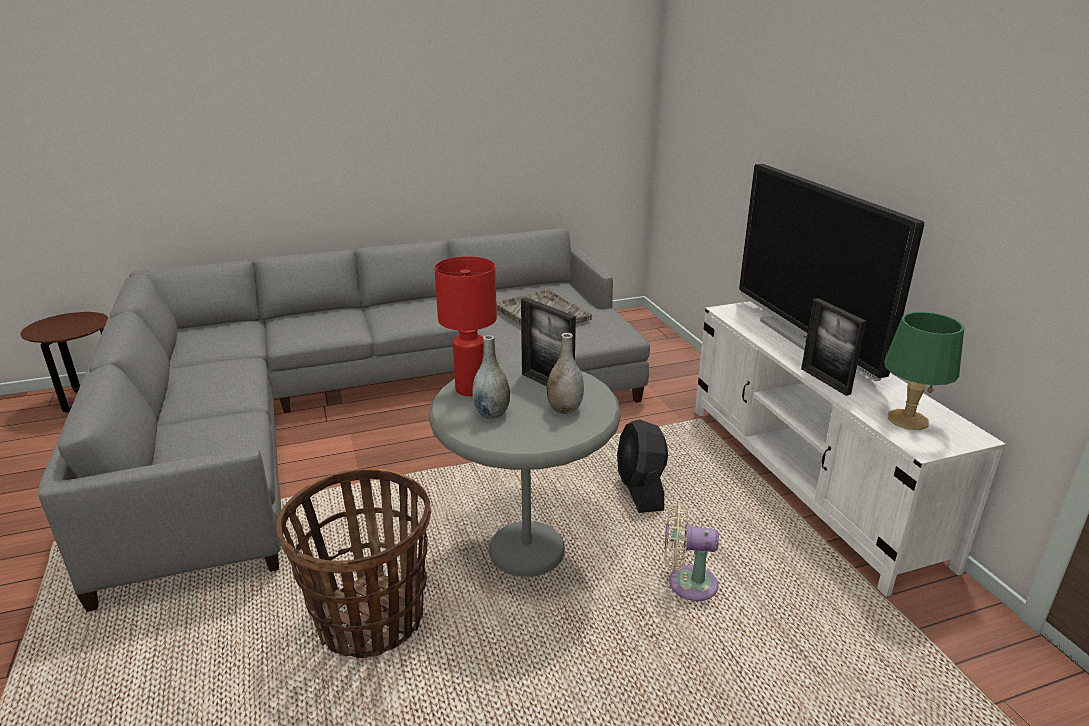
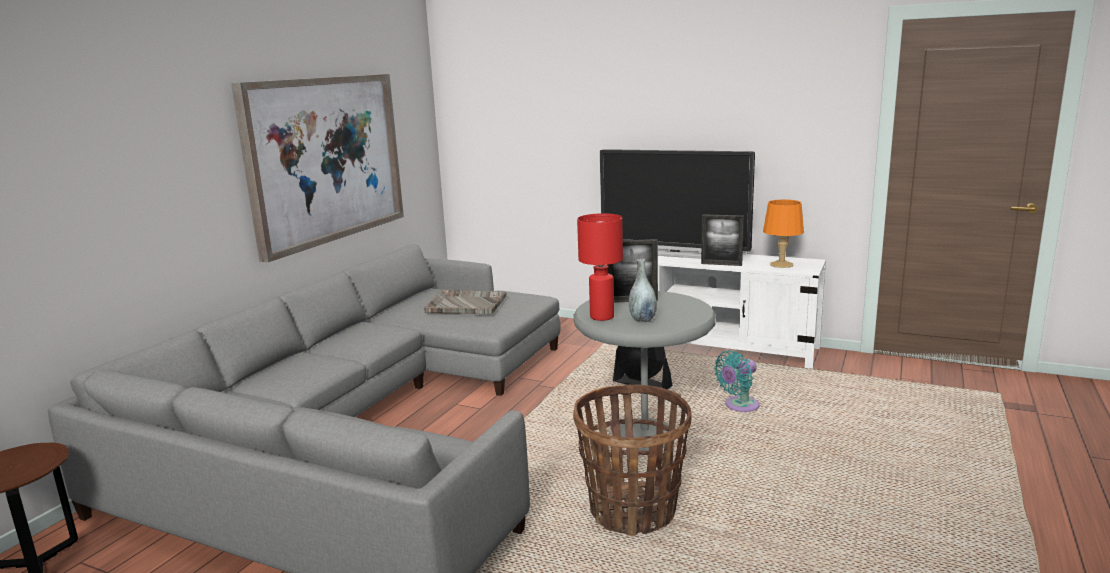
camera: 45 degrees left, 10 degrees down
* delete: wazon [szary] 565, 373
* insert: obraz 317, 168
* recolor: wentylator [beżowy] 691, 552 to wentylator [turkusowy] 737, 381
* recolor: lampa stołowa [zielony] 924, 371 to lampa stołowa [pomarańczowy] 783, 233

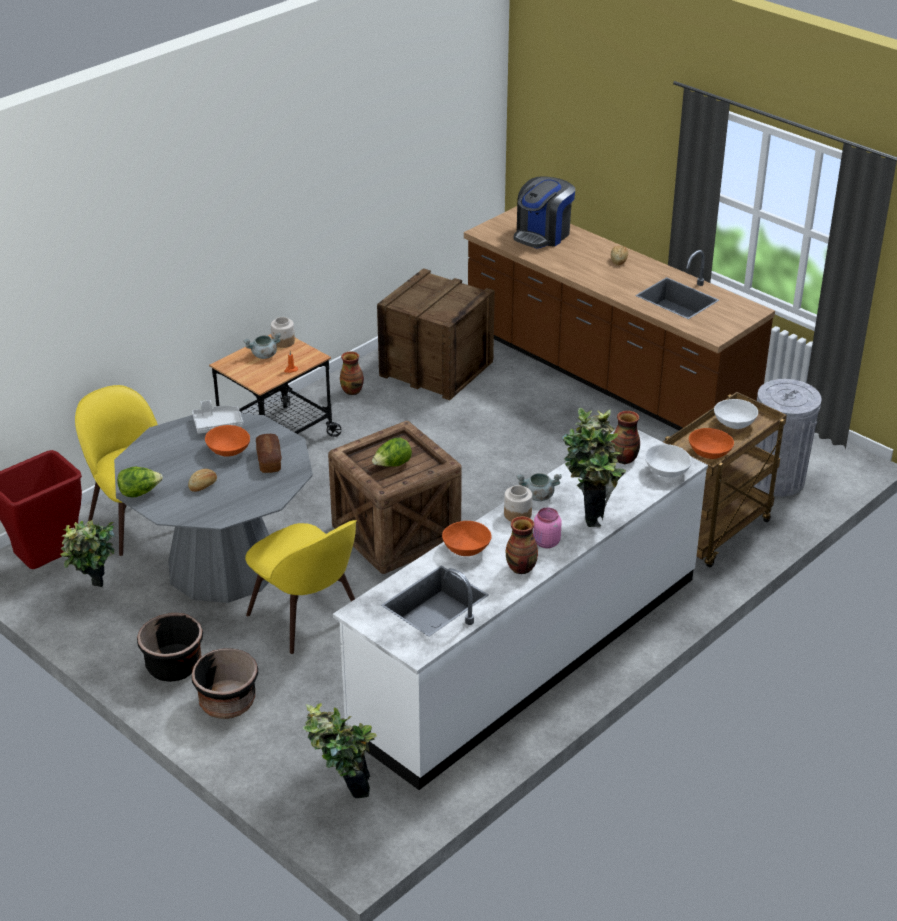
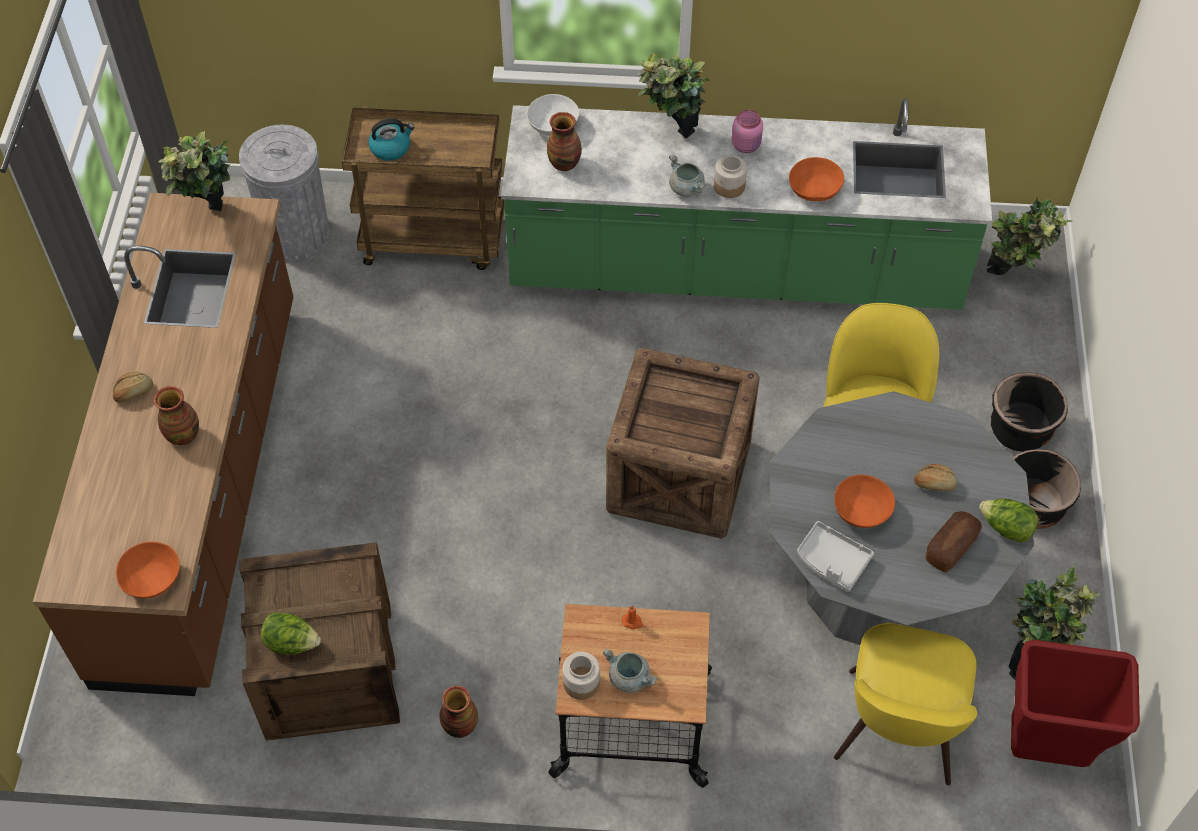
camera: 130 degrees left, 20 degrees up
* delete: ekspres do kawy 544, 212
* insert: roślina doniczkowa 194, 171
* move: chleb 269, 453 to 953, 541
* move: sałata 392, 452 to 291, 633
* move: wazon 522, 545 to 176, 415
* move: miska [pomarańczowy] 711, 443 to 148, 570
* replace: miska [biały] 736, 414 to czajnik 391, 139
* recolor: zabudowa kuchenna [biały] 520, 610 to zabudowa kuchenna [zielony] 746, 204

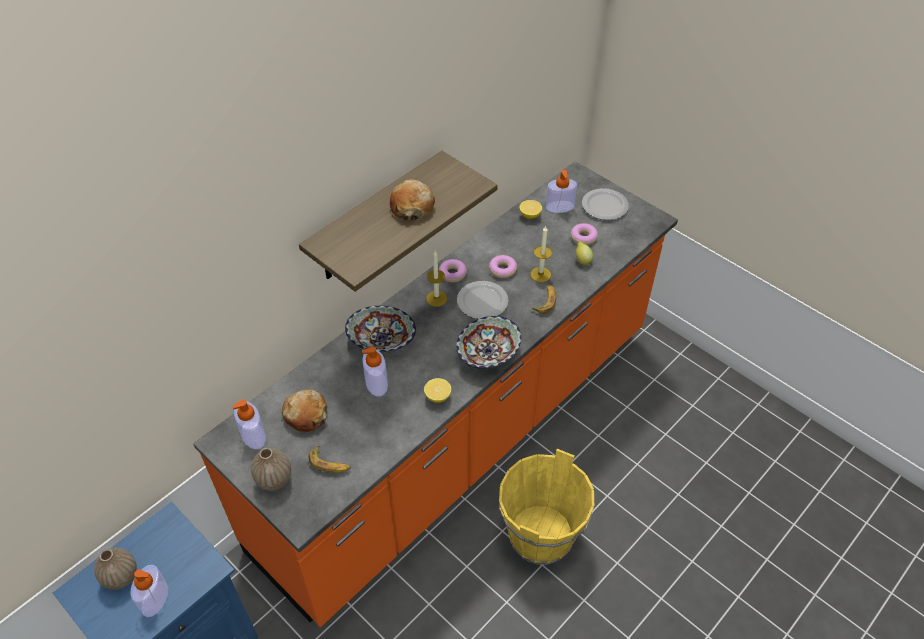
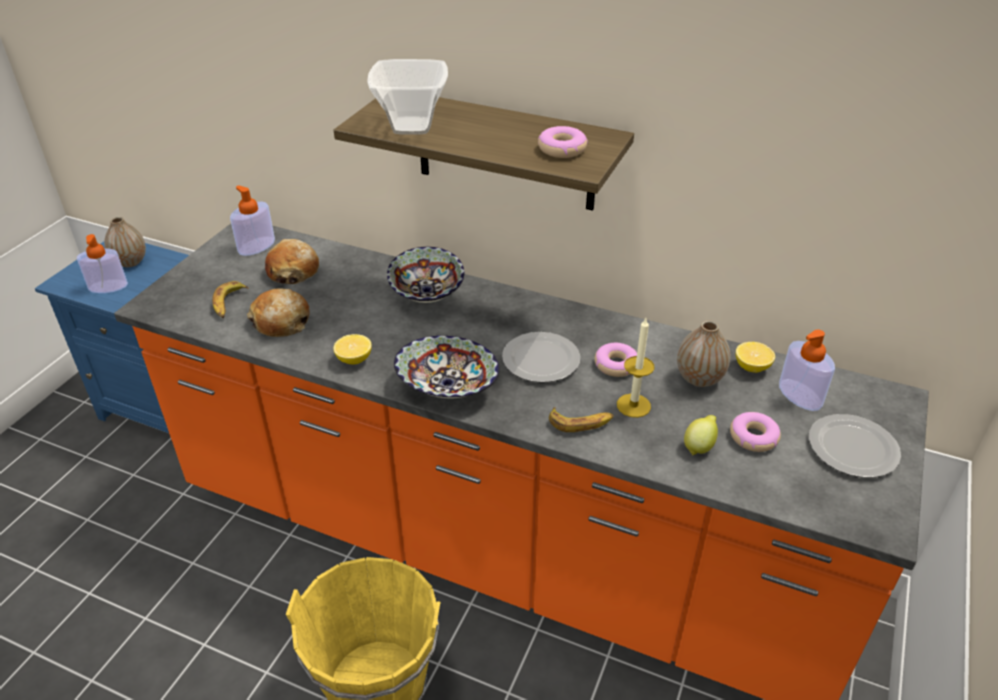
camera: 70 degrees right, 10 degrees down
* delete: dozownik mydła 375, 371
* delete: świeca 436, 278
* insert: miska 407, 97
* move: wazon 271, 469 to 704, 354
* move: chleb 412, 200 to 278, 312
* move: donut 453, 271 to 563, 142

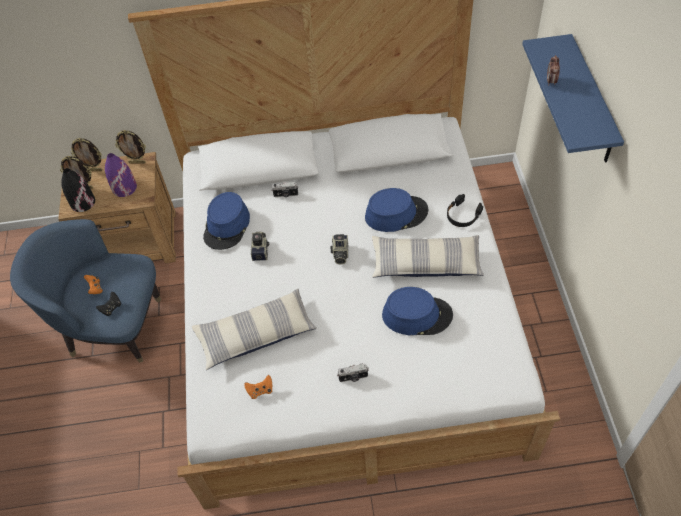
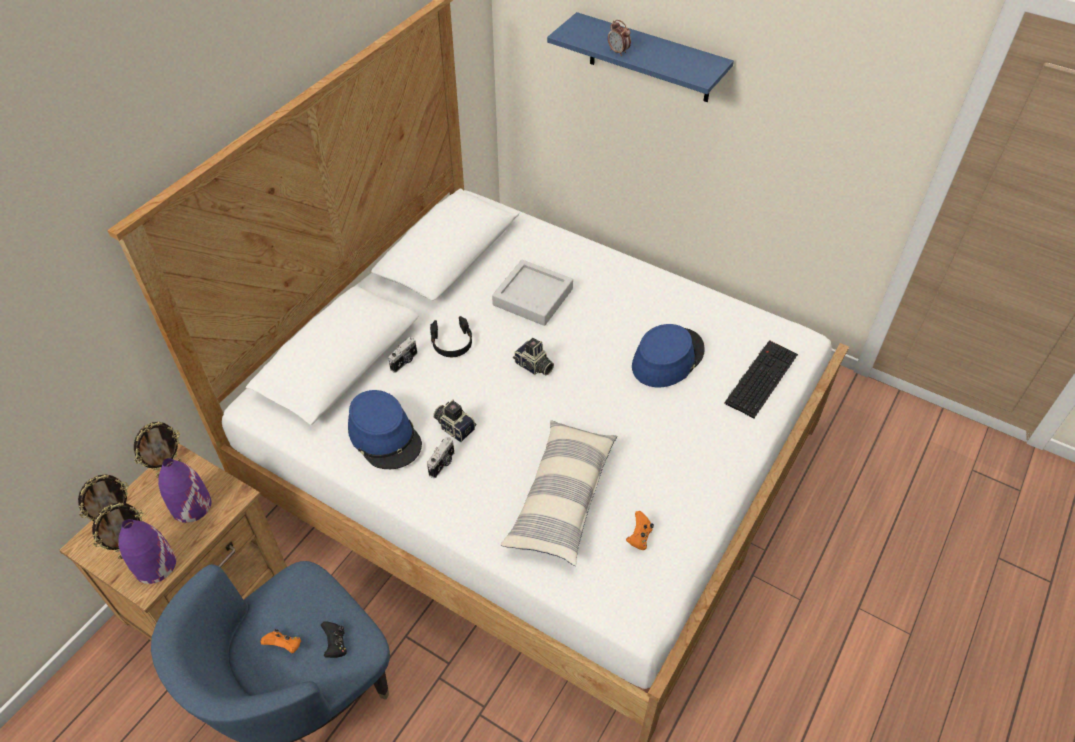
camera: 55 degrees left, 5 degrees down
* delete: poduszka 428, 256
* insert: klawiatura 761, 379
* move: aparat fotograficzny 353, 373 to 440, 457
* move: słuchawki [czarny] 465, 210 to 451, 336
* replace: kapelusz [niebieski] 397, 210 to taca [szary] 532, 293
* recolor: wazon [czarny] 78, 190 to wazon [fioletowy] 147, 551

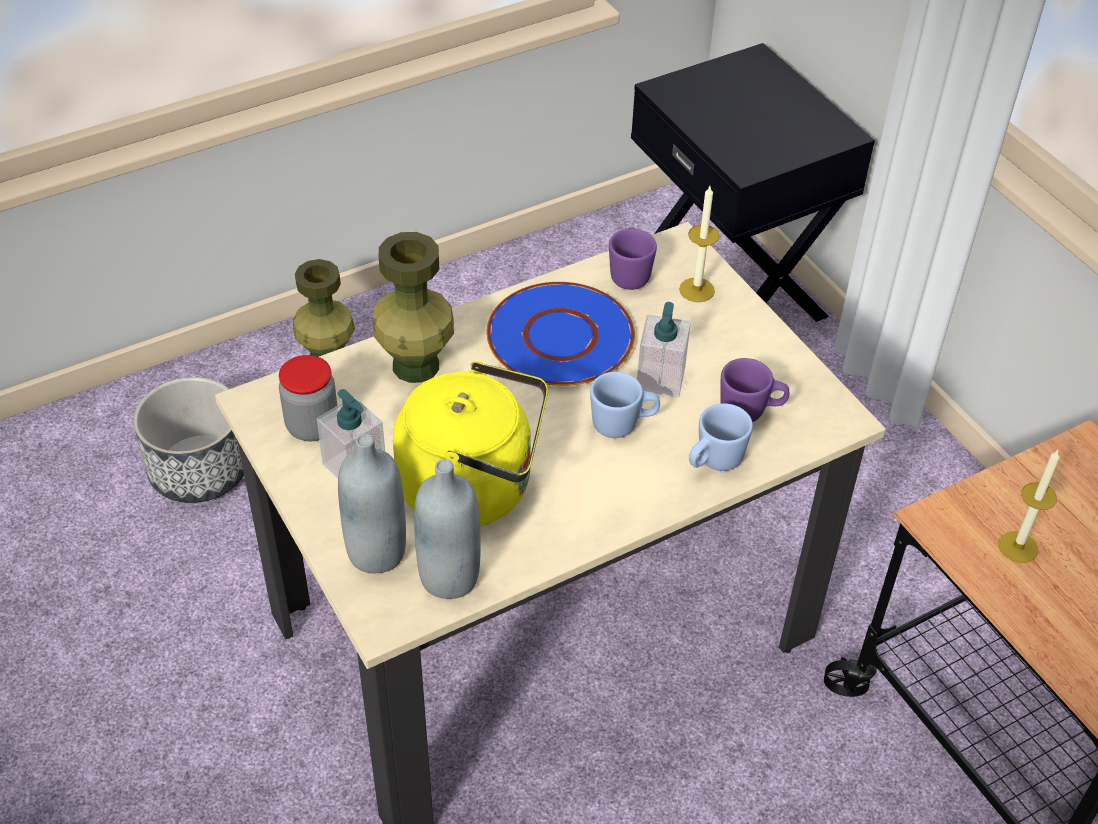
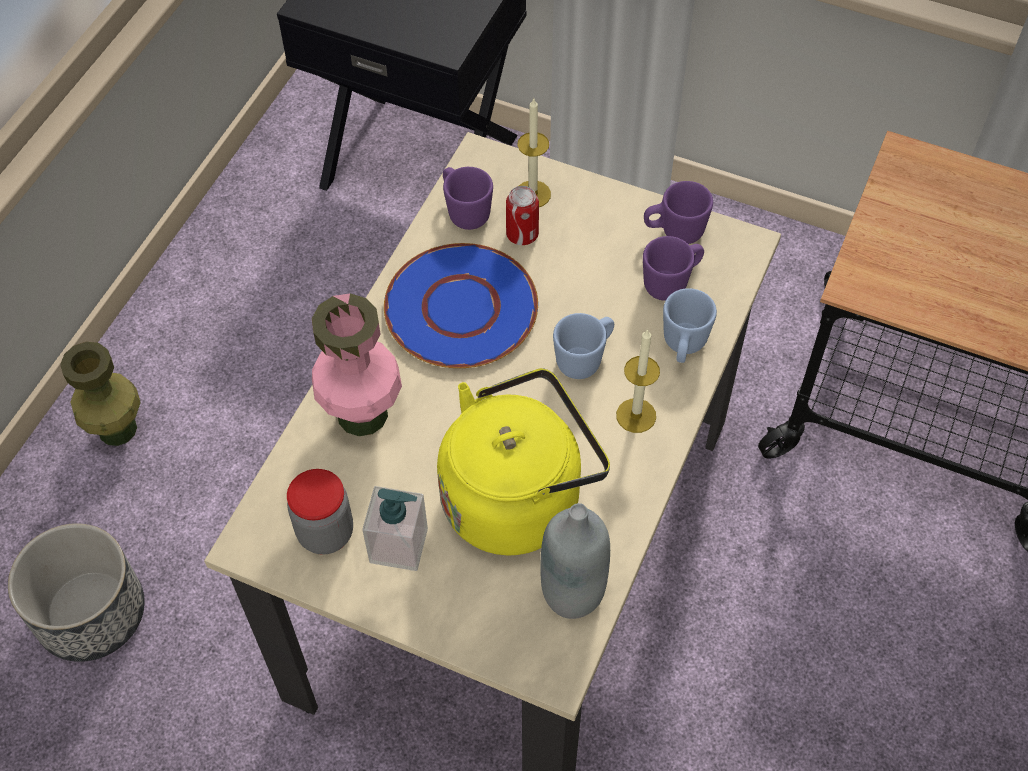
camera: 35 degrees left, 10 degrees up
* delete: butelka [szary] 372, 503
* delete: dozownik mydła 664, 349
* insert: puszka 522, 215
* insert: kubek [fioletowy] 678, 212
* move: świeca 1029, 506 to 638, 381
* recolor: wazon [zielony] 413, 307 to wazon [różowy] 357, 364

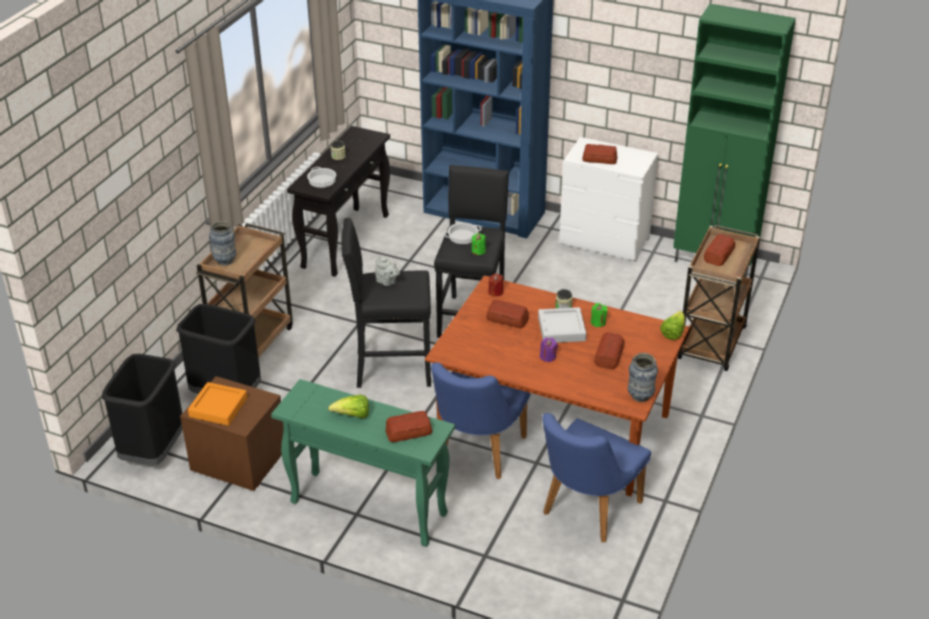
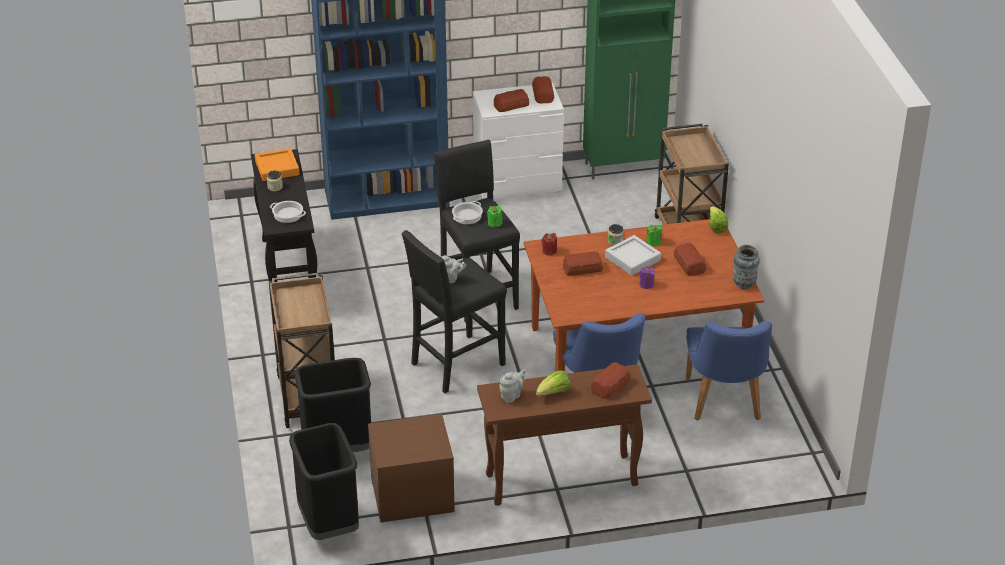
camera: 35 degrees left, 0 degrees up
* delete: wazon 222, 243
* insert: imbryk [szary] 512, 386
* move: taca [pomarańczowy] 217, 404 to 277, 164
* move: chleb 719, 250 to 543, 90
* recolor: stolik konsolowy [zielony] 363, 463 to stolik konsolowy [brązowy] 564, 435

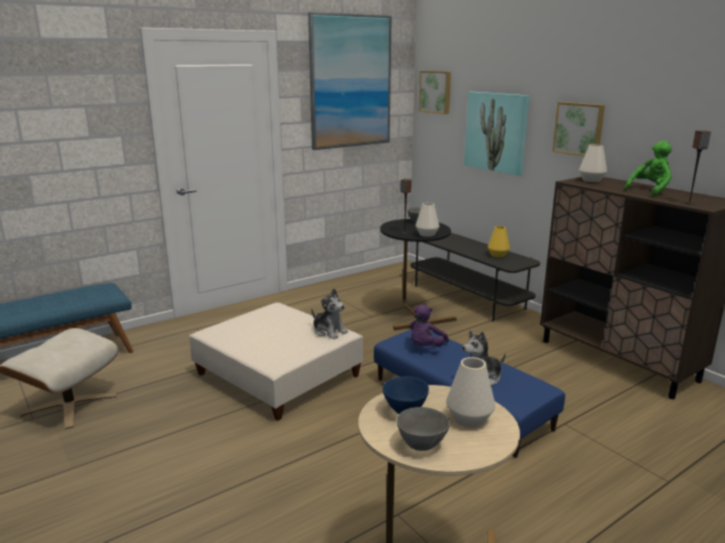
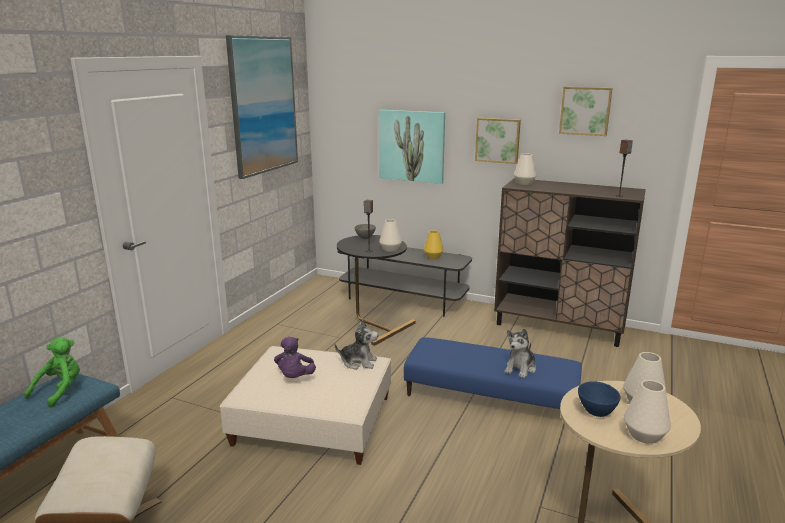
camera: 30 degrees left, 0 degrees up
* move: pluszak [fioletowy] 429, 326 to 295, 357
* move: obraz 435, 92 to 585, 111
* move: pluszak [zielony] 648, 168 to 52, 372
* replace: miska [szary] 423, 429 to wazon [biały] 647, 412

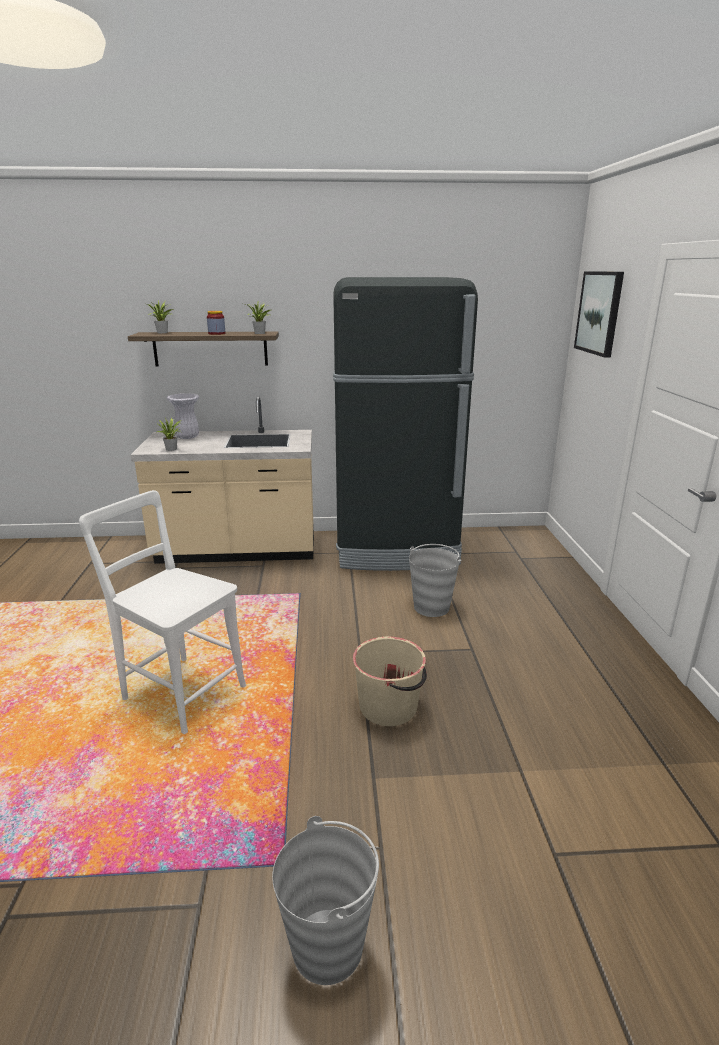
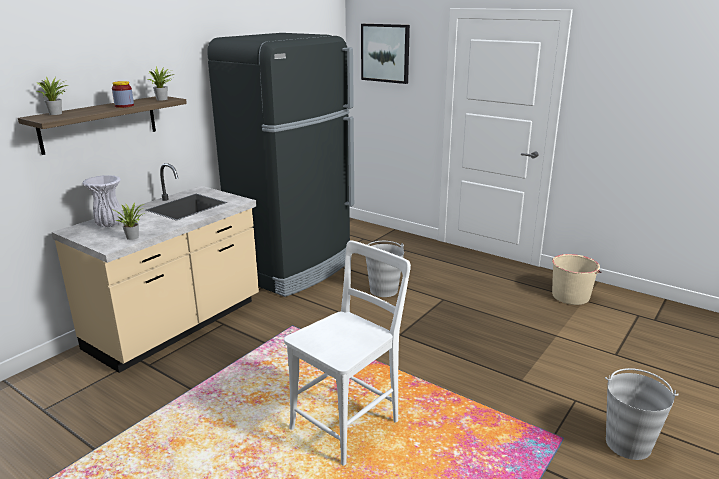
camera: 50 degrees left, 0 degrees up
* move: wiadro [beżowy] 390, 681 to 576, 279
* rotate: krzesło [biały] 162, 612 = 347, 353 150 degrees clockwise

